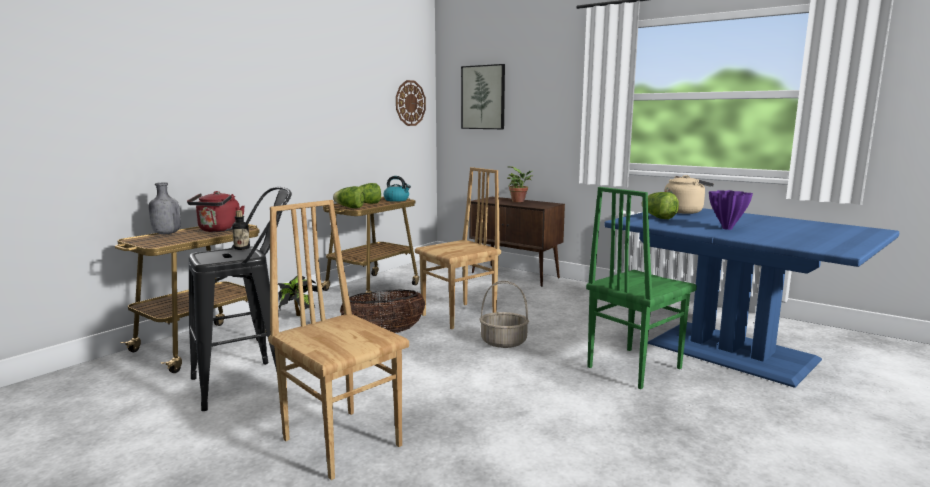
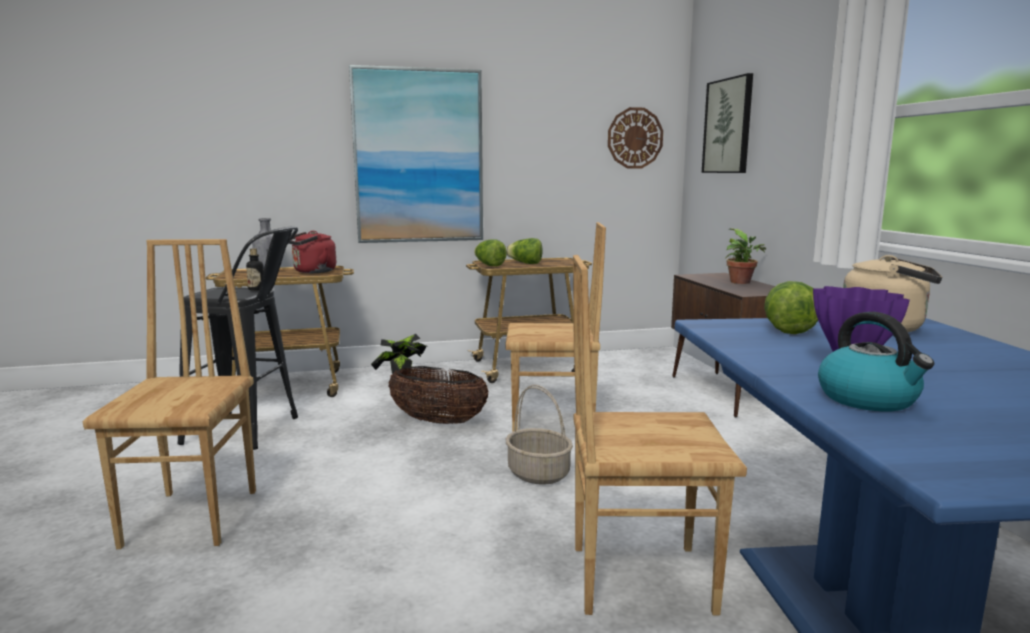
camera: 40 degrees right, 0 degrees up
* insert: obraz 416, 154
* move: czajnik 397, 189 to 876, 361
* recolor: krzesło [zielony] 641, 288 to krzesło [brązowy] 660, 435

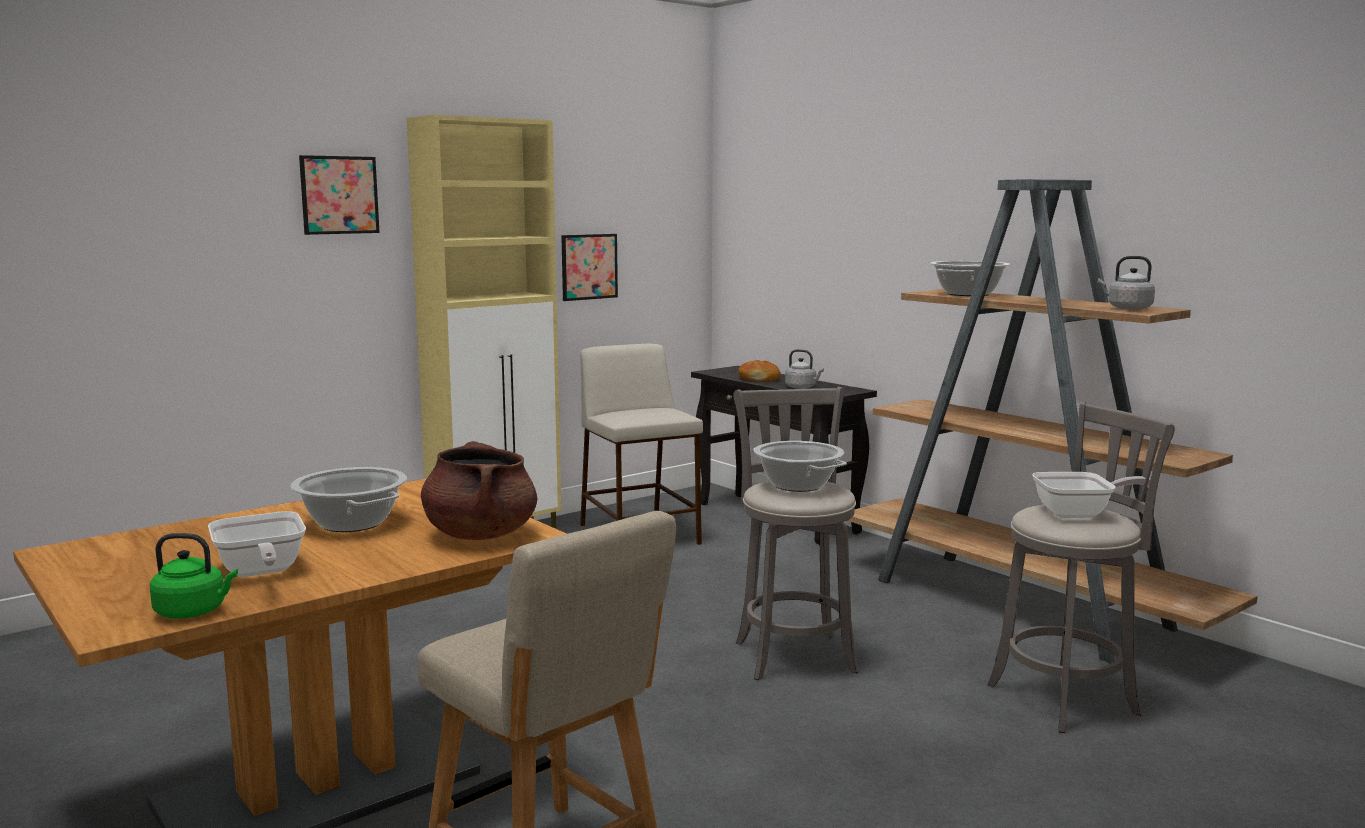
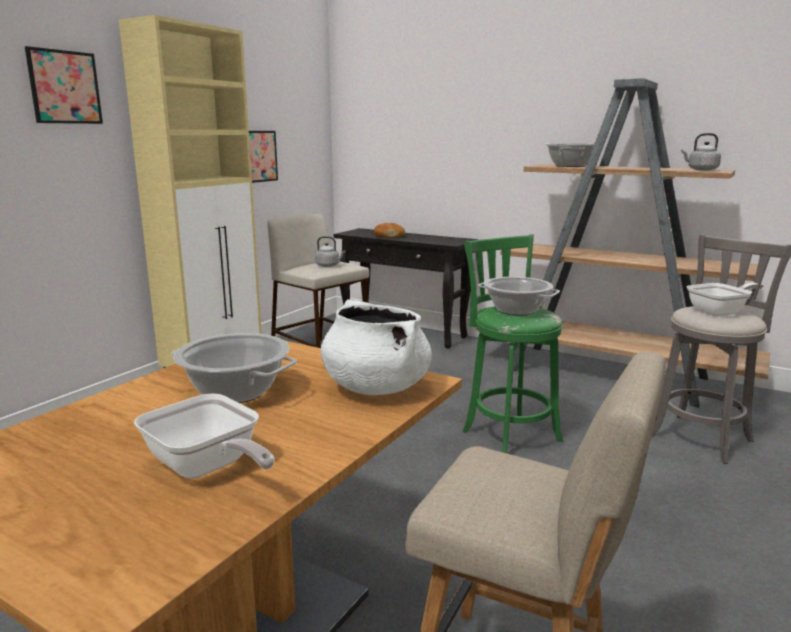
camera: 20 degrees left, 5 degrees up
* delete: czajnik [zielony] 194, 576
* move: czajnik [szary] 804, 369 to 330, 251
* recolor: garnek [brązowy] 479, 490 to garnek [biały] 376, 347
* recolor: stołek [szary] 796, 533 to stołek [zielony] 513, 343

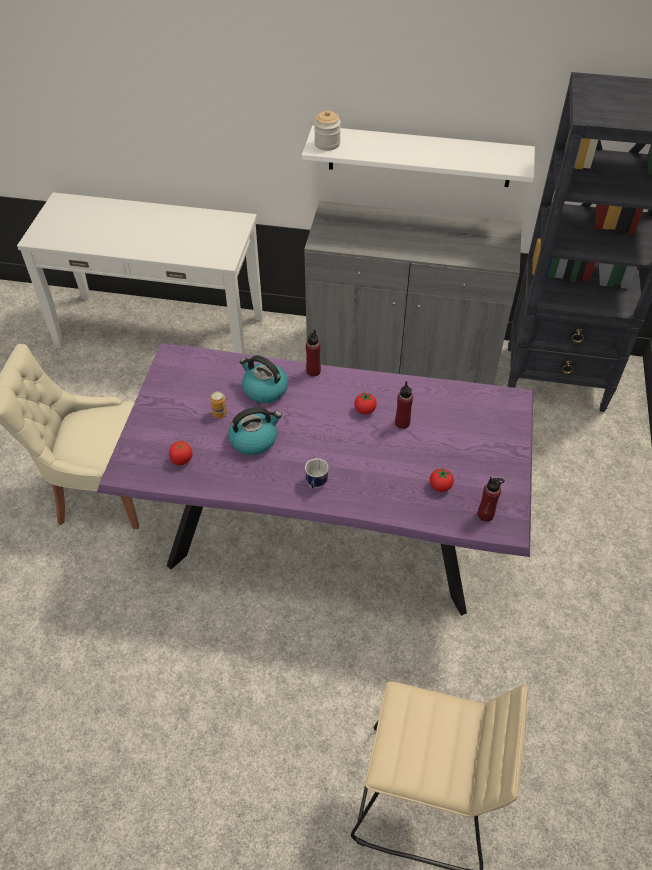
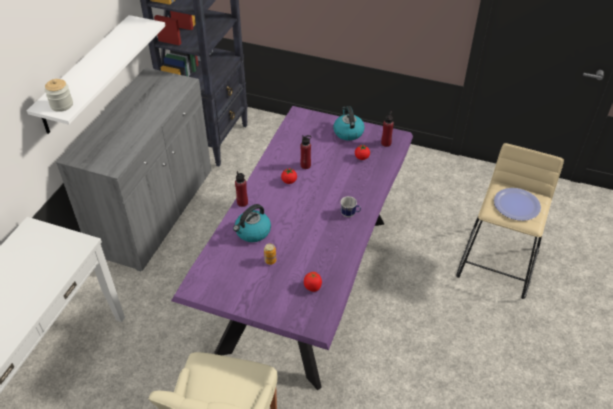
camera: 80 degrees left, 5 degrees down
* insert: talerz 517, 204
* move: czajnik 255, 431 to 349, 123

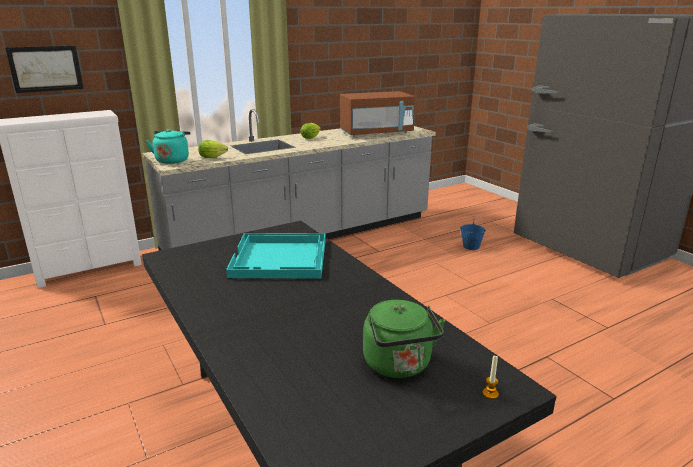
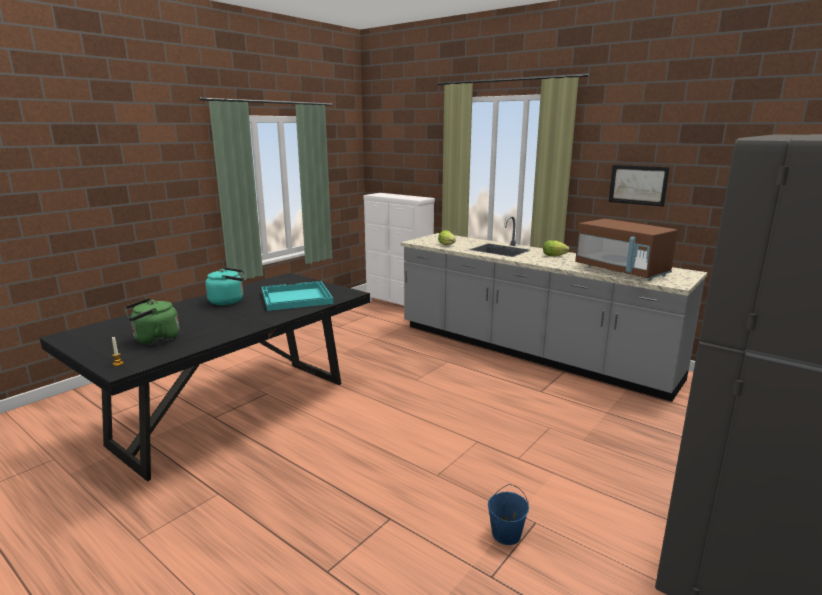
camera: 70 degrees right, 5 degrees down
* move: obraz 44, 69 to 639, 186
* move: czajnik [turkusowy] 168, 146 to 224, 286
* move: wiadro [niebieski] 473, 235 to 508, 514

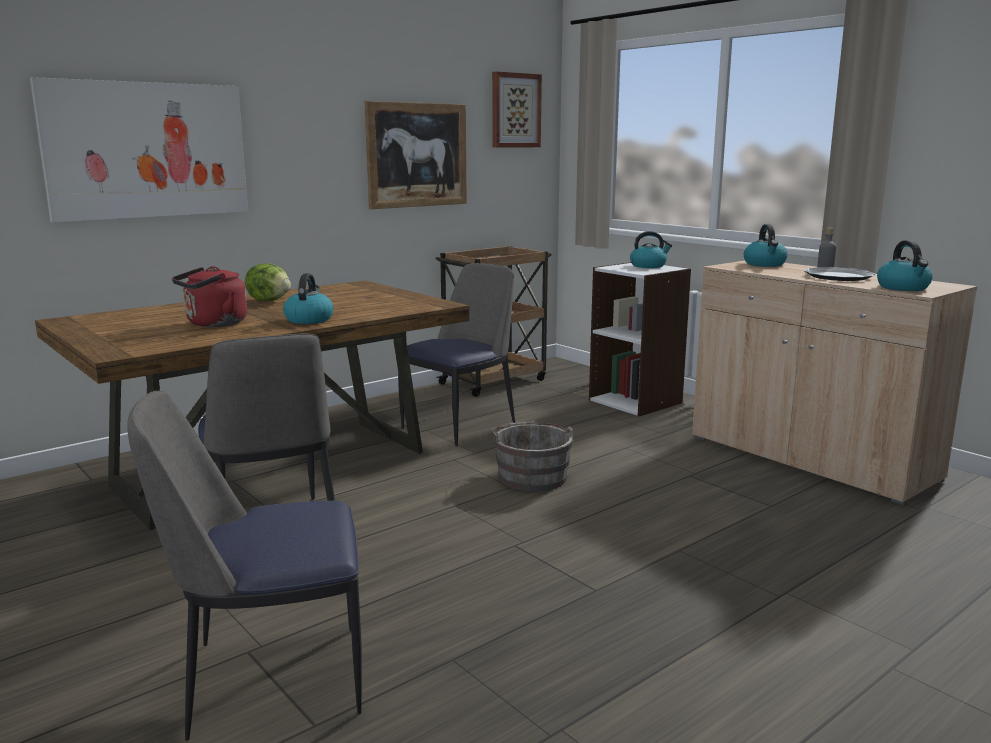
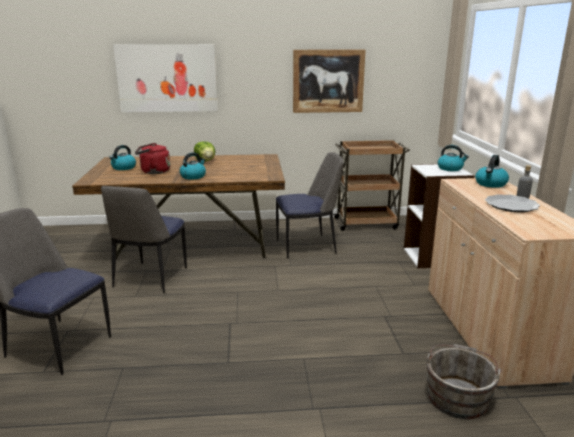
camera: 35 degrees right, 5 degrees up
* delete: obraz 517, 109
* move: wiadro [szary] 532, 456 to 464, 381
* move: czajnik 905, 265 to 122, 157

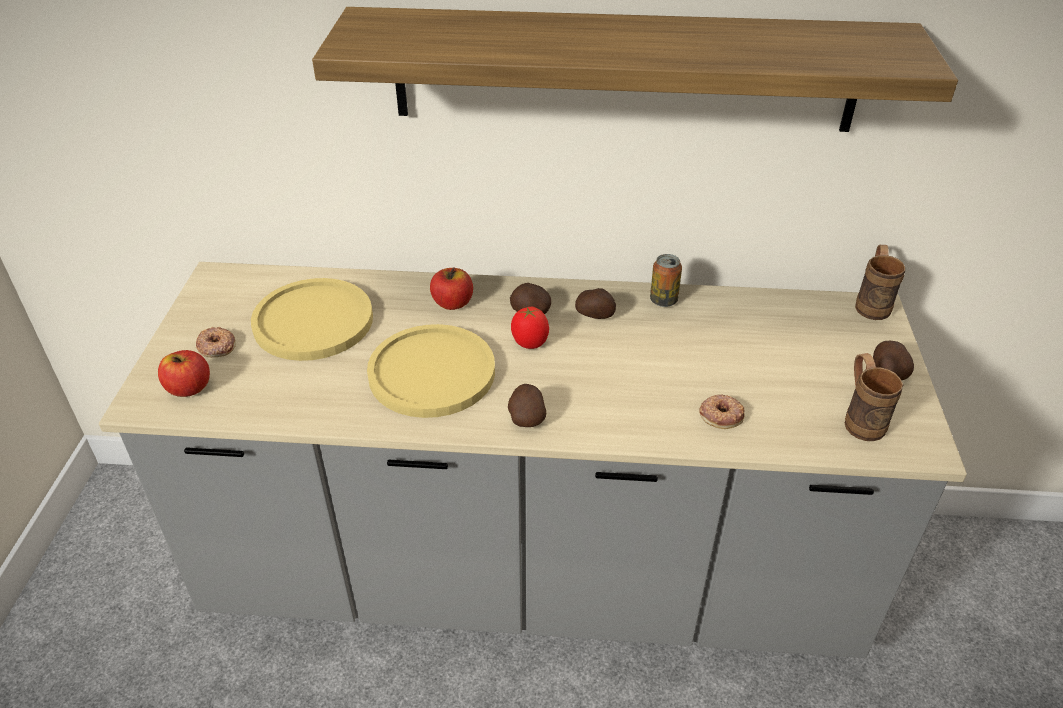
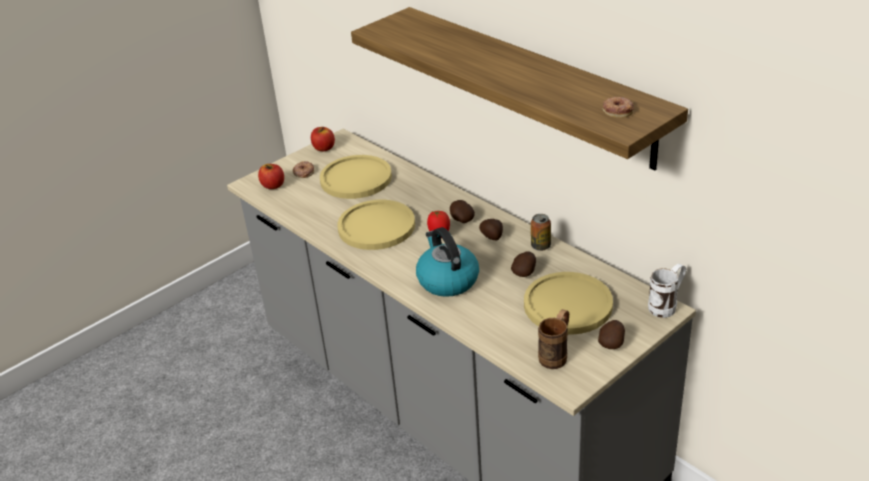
camera: 45 degrees right, 5 degrees down
* insert: czajnik 447, 262
* insert: talerz [żółty] 568, 303
* move: jabłko 451, 288 to 323, 139
* move: ziemniak 527, 405 to 523, 264
* move: donut 722, 411 to 618, 107
* recolor: kubek [brązowy] 880, 282 to kubek [biały] 667, 291

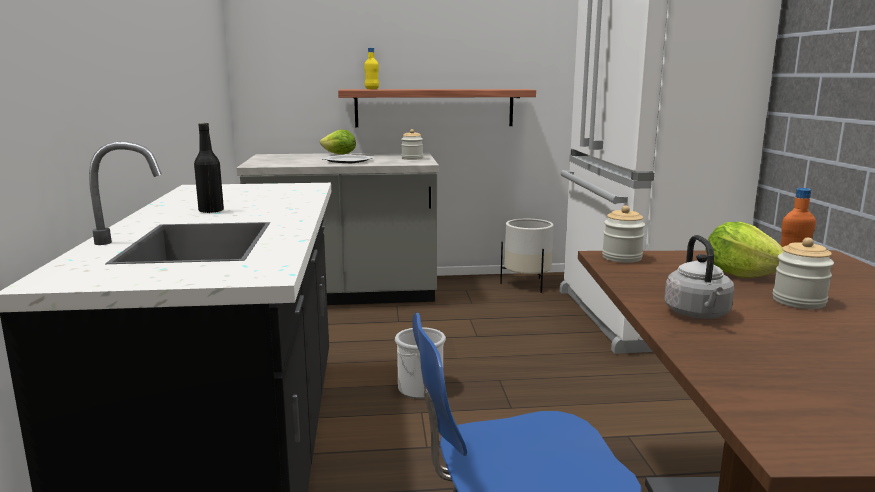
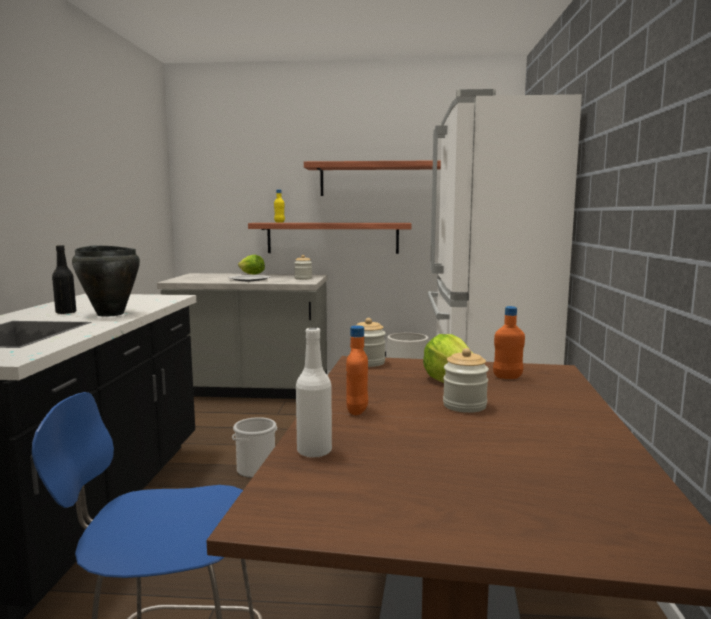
camera: 10 degrees right, 5 degrees down
* insert: garnek [czarny] 106, 281
* insert: butelka [biały] 314, 392
* insert: półka 372, 178
* replace: czajnik [szary] 699, 277 to butelka [pomarańczowy] 357, 370

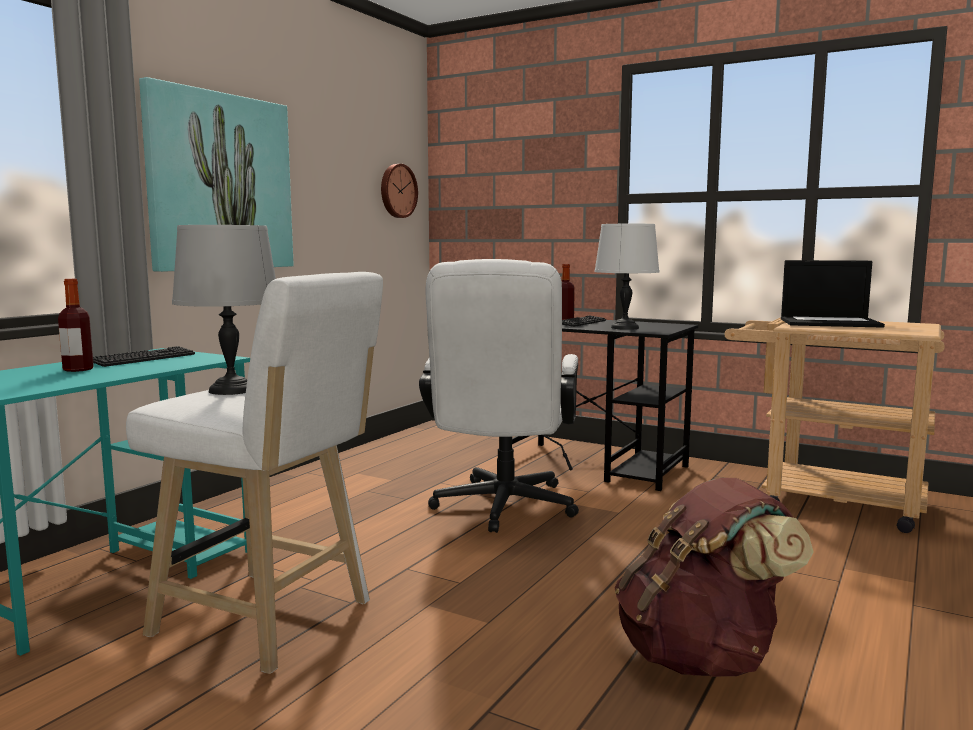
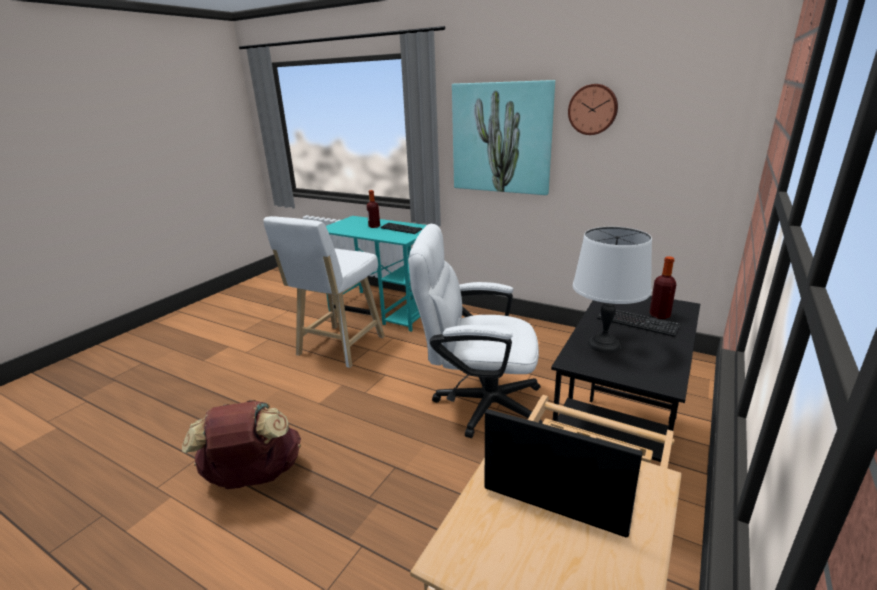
camera: 90 degrees right, 15 degrees up
* delete: lampa stołowa [szary] 224, 310
* move: zegar ścienny 399, 191 to 593, 109
* rotate: laptop 833, 294 = 564, 473 105 degrees clockwise

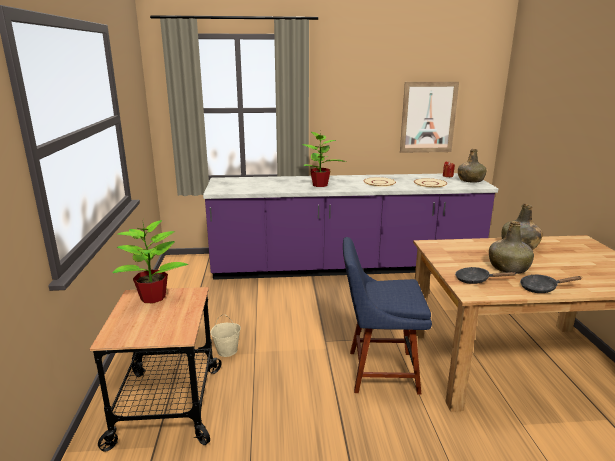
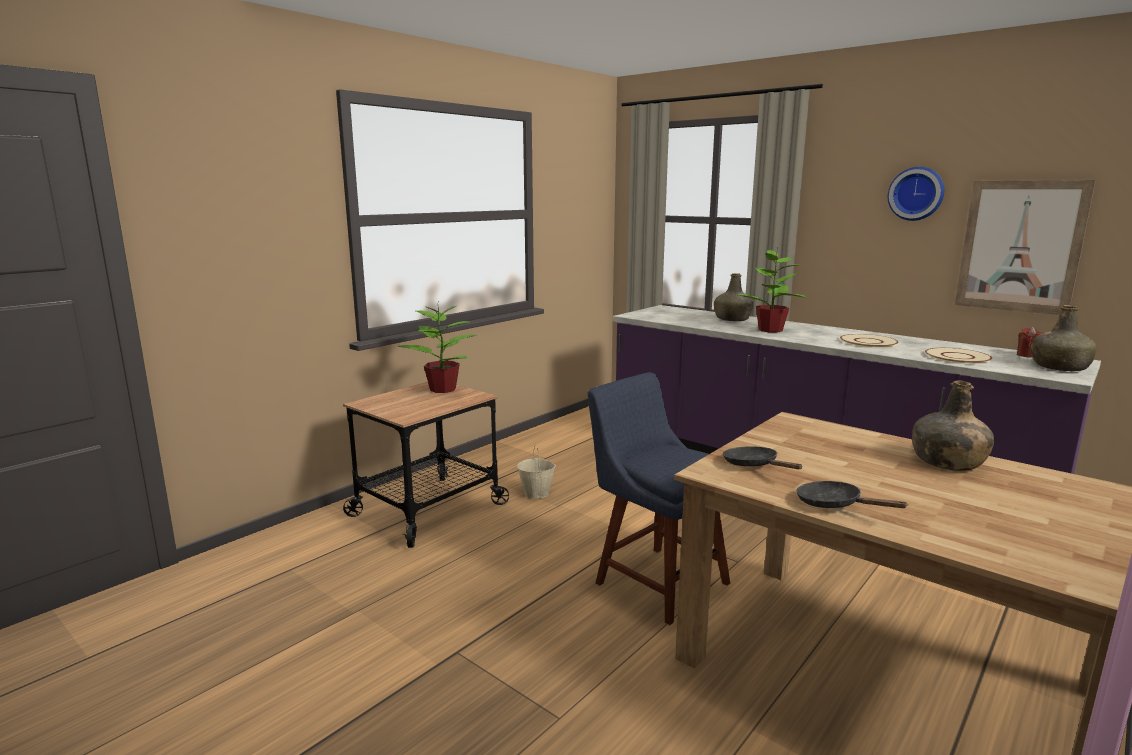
camera: 45 degrees right, 5 degrees down
* insert: zegar ścienny 916, 194
* move: butelka [zielony] 511, 247 to 734, 297

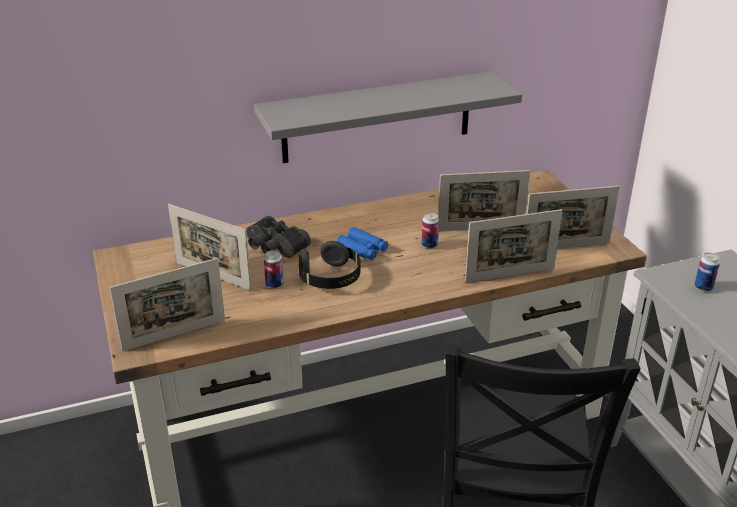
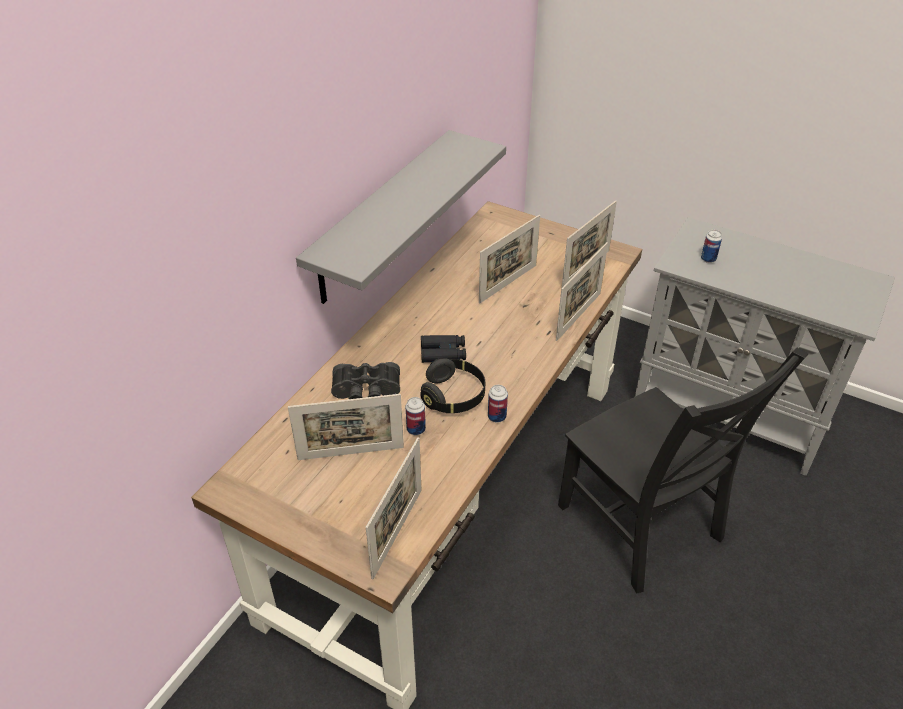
camera: 40 degrees left, 10 degrees up
* move: puszka 430, 230 to 498, 404
* recolor: lornetka [niebieski] 362, 243 to lornetka [czarny] 443, 349

